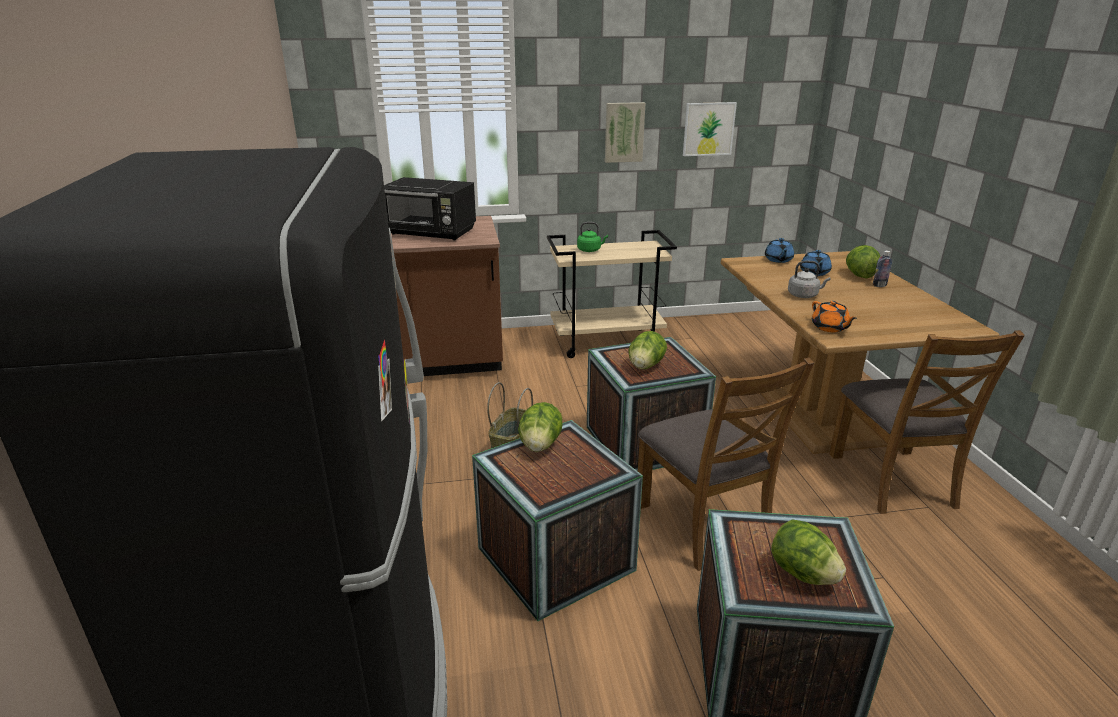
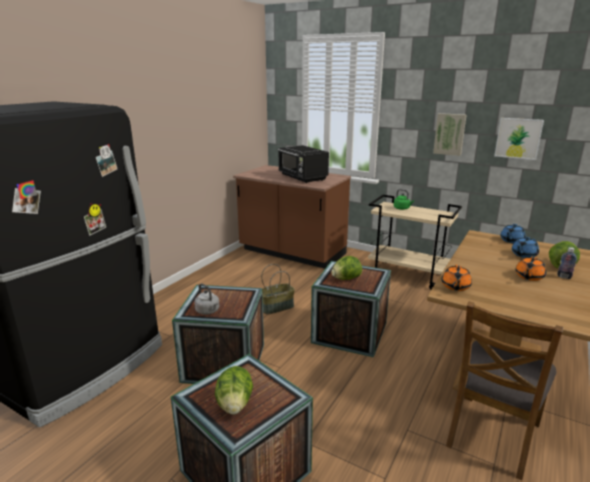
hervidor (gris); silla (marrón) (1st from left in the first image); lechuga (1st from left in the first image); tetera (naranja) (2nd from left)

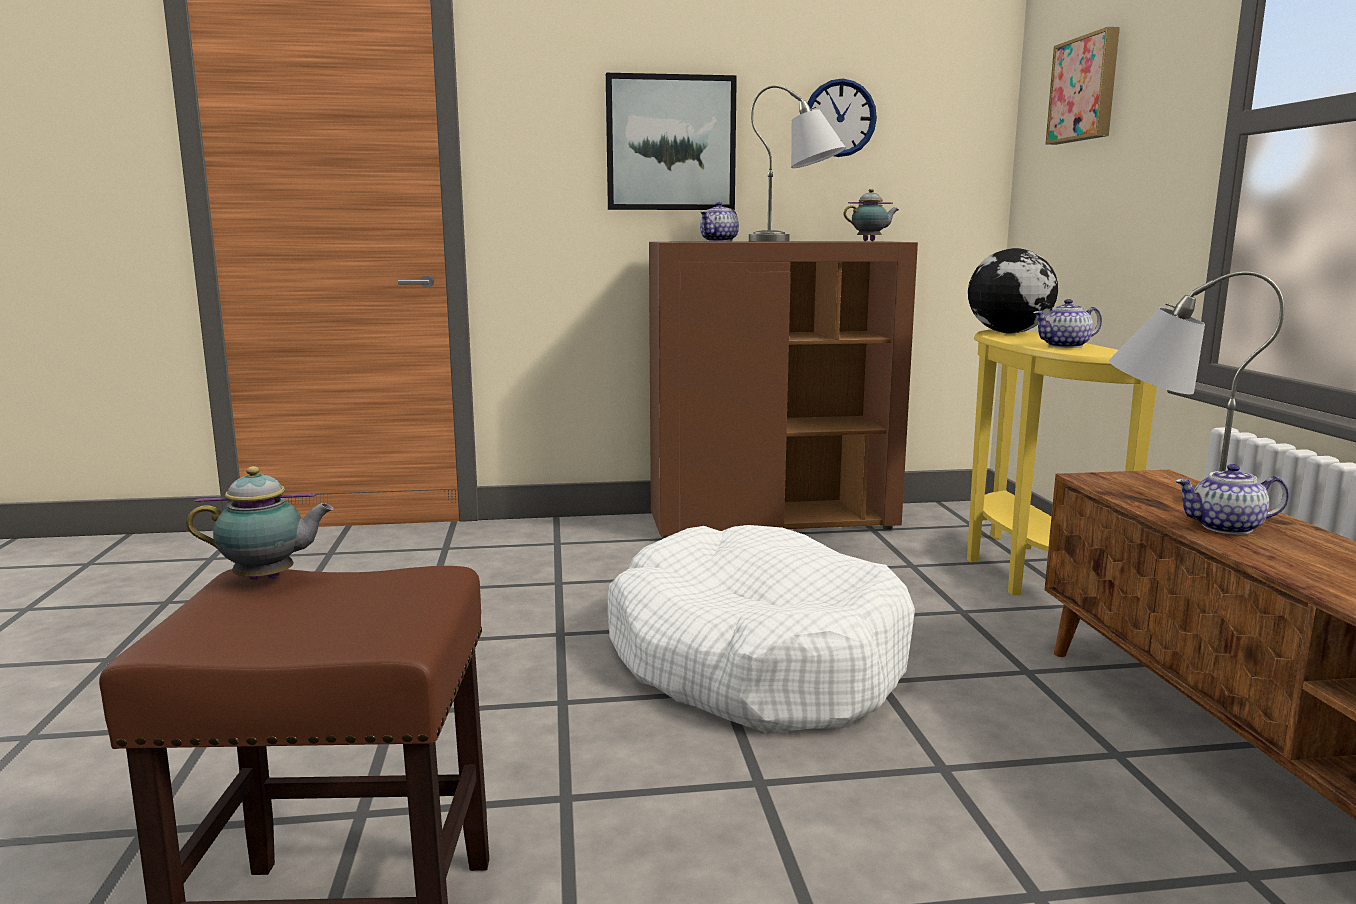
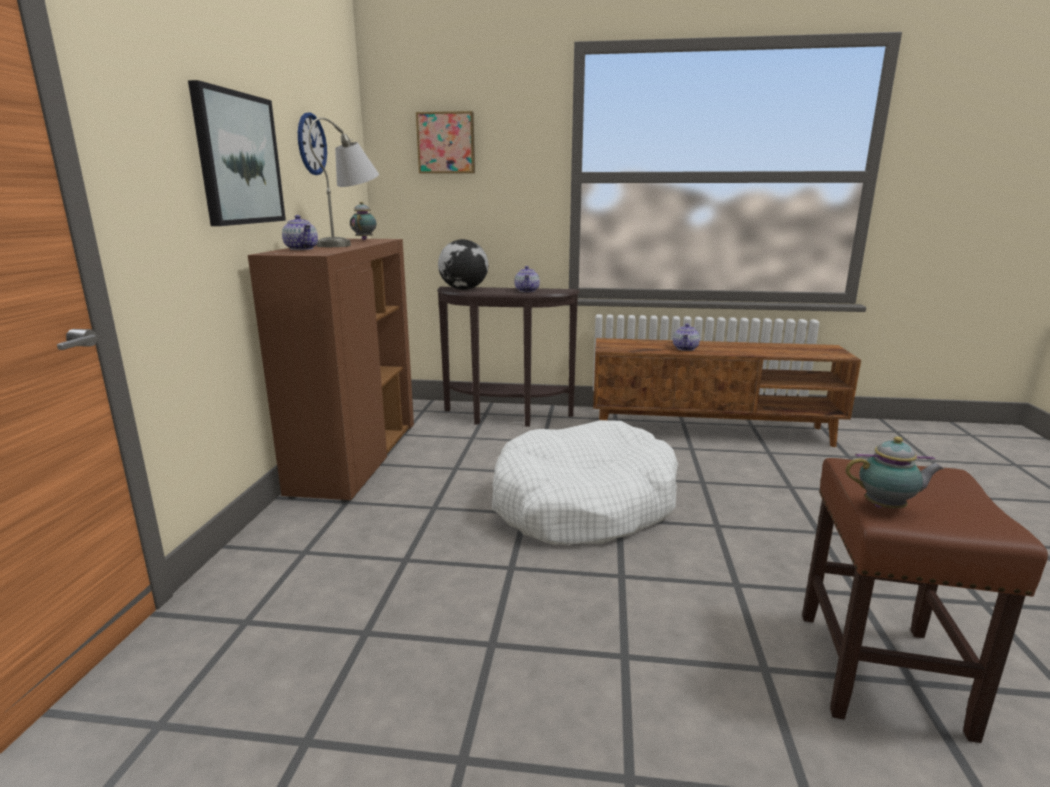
lámpara de mesa (gris) (2nd from left in the first image); mesa consola (marrón); tetera (5th from left)

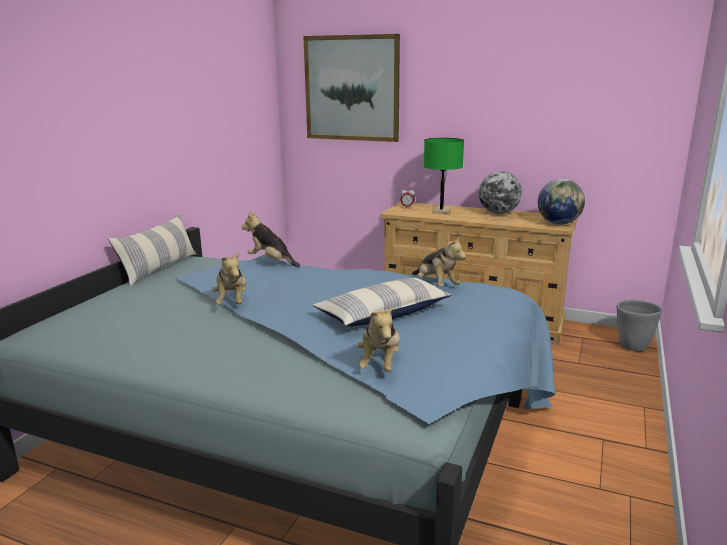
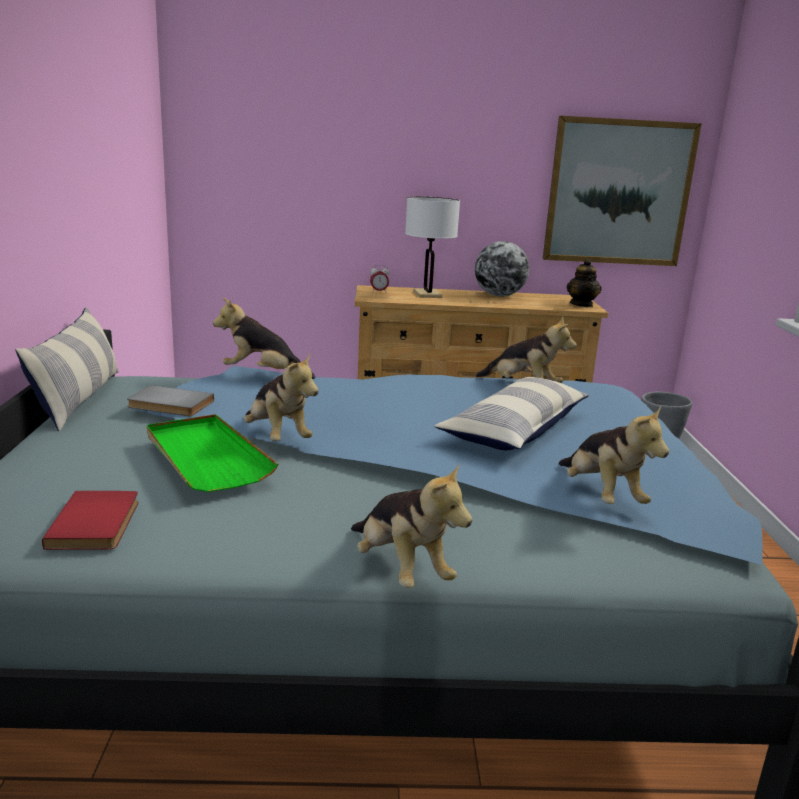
cuadro; lámpara de mesa (blanco); tetera; libro (gris); bandeja (verde); peluche (3rd from left); libro (rojo)

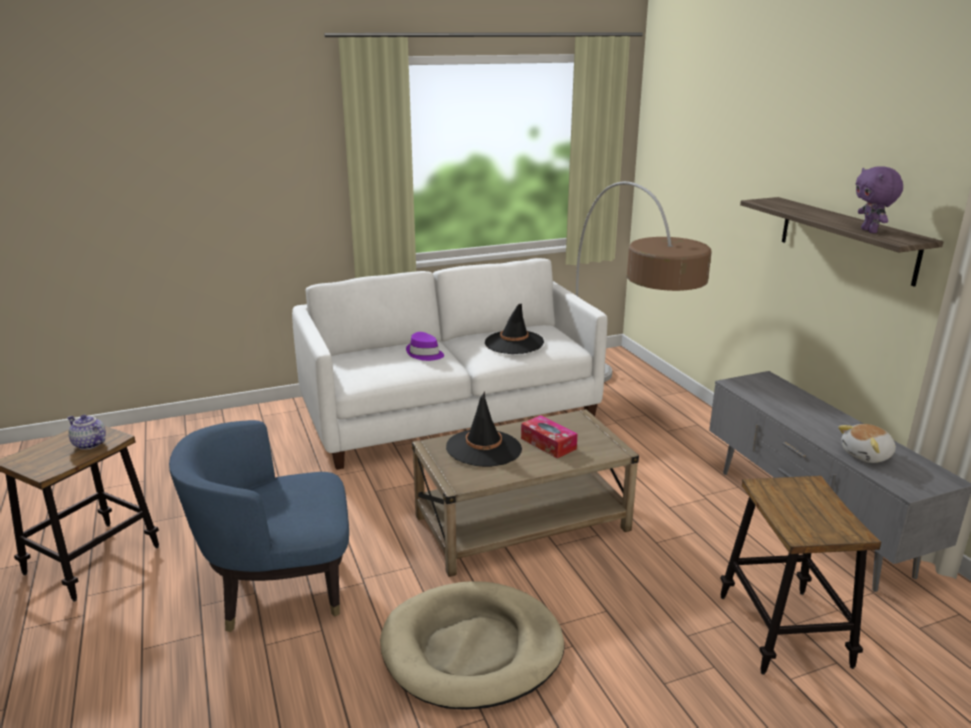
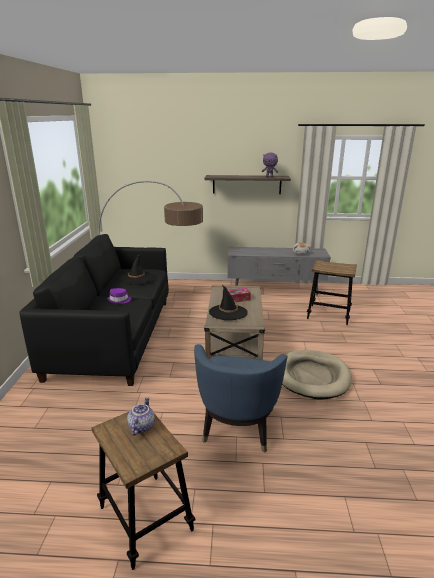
sofá (negro); tetera

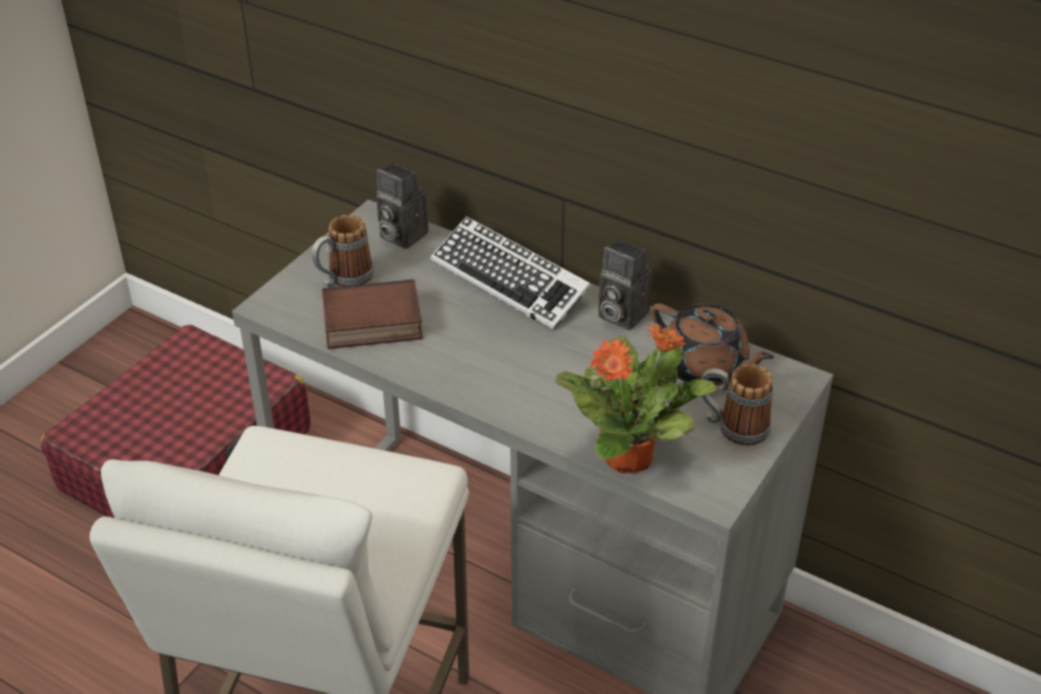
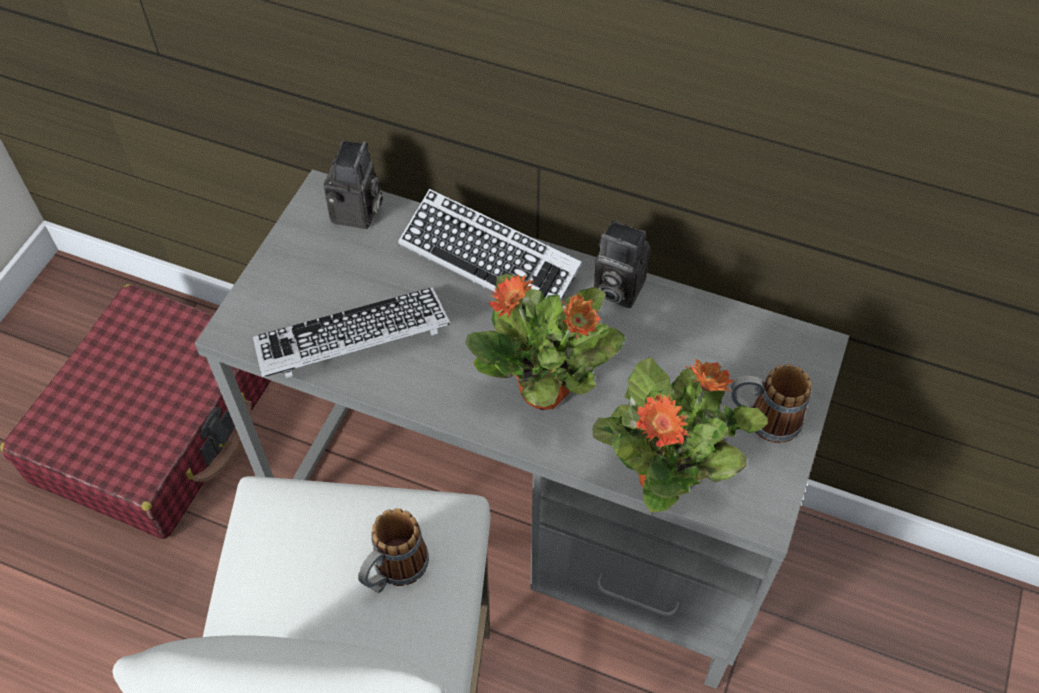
cámara (1st from left); taza grande (1st from left); teclado (1st from left); tetera (marrón); planta en maceta (1st from left)

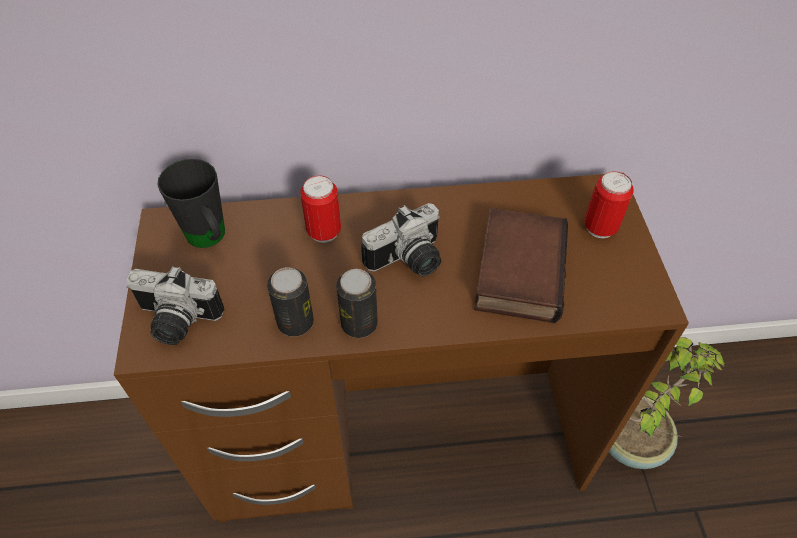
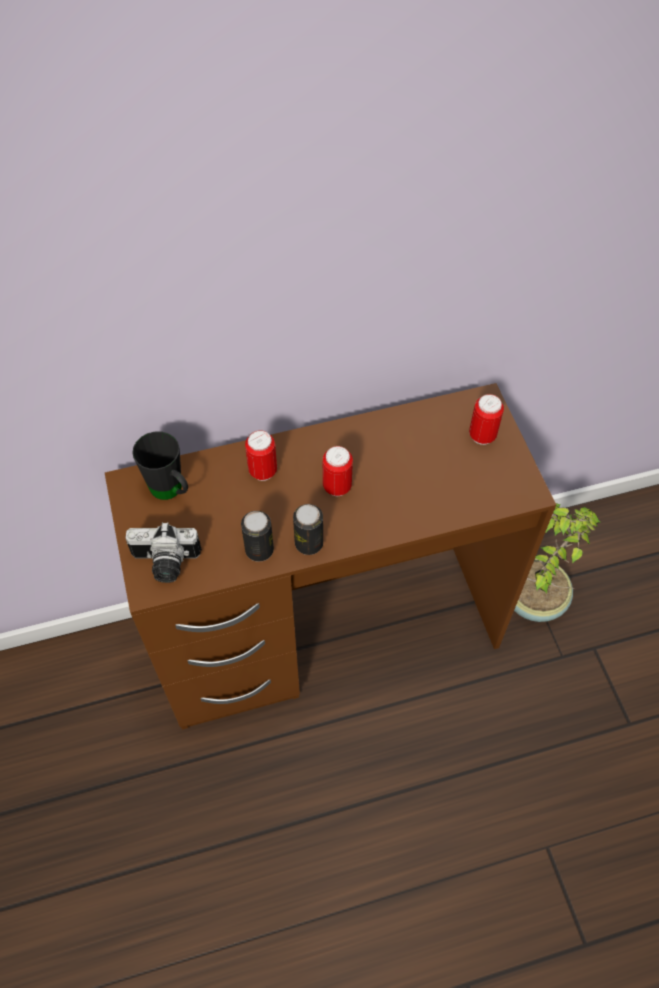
lata (4th from left); libro

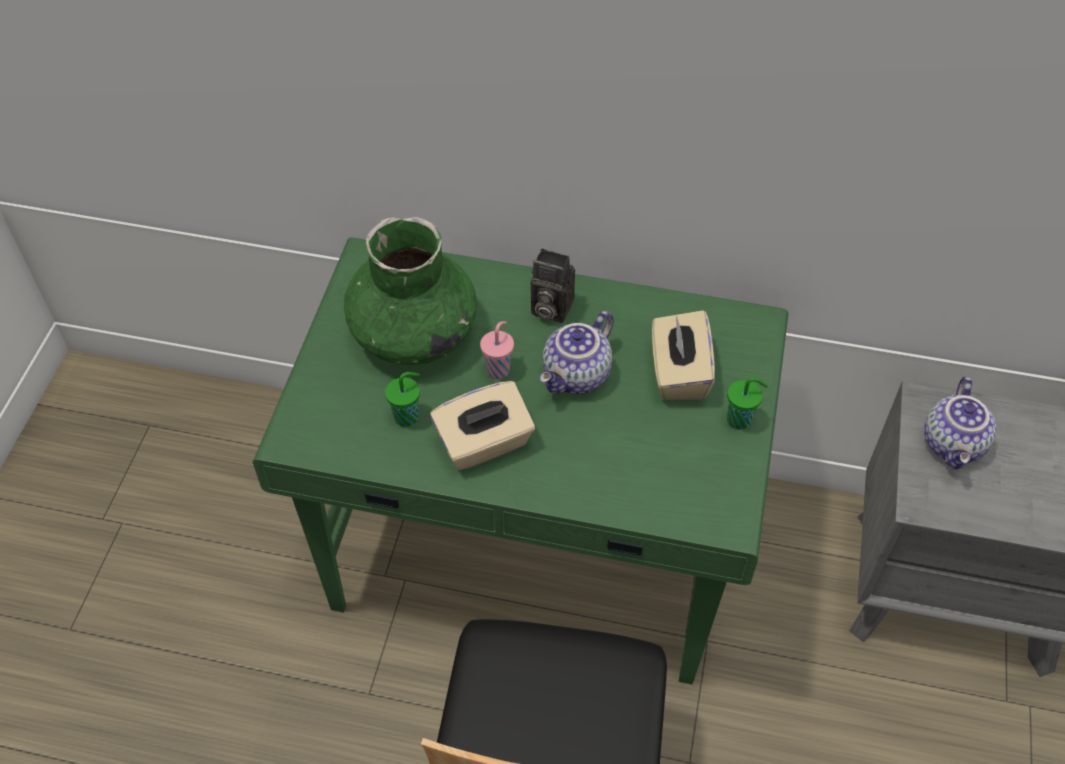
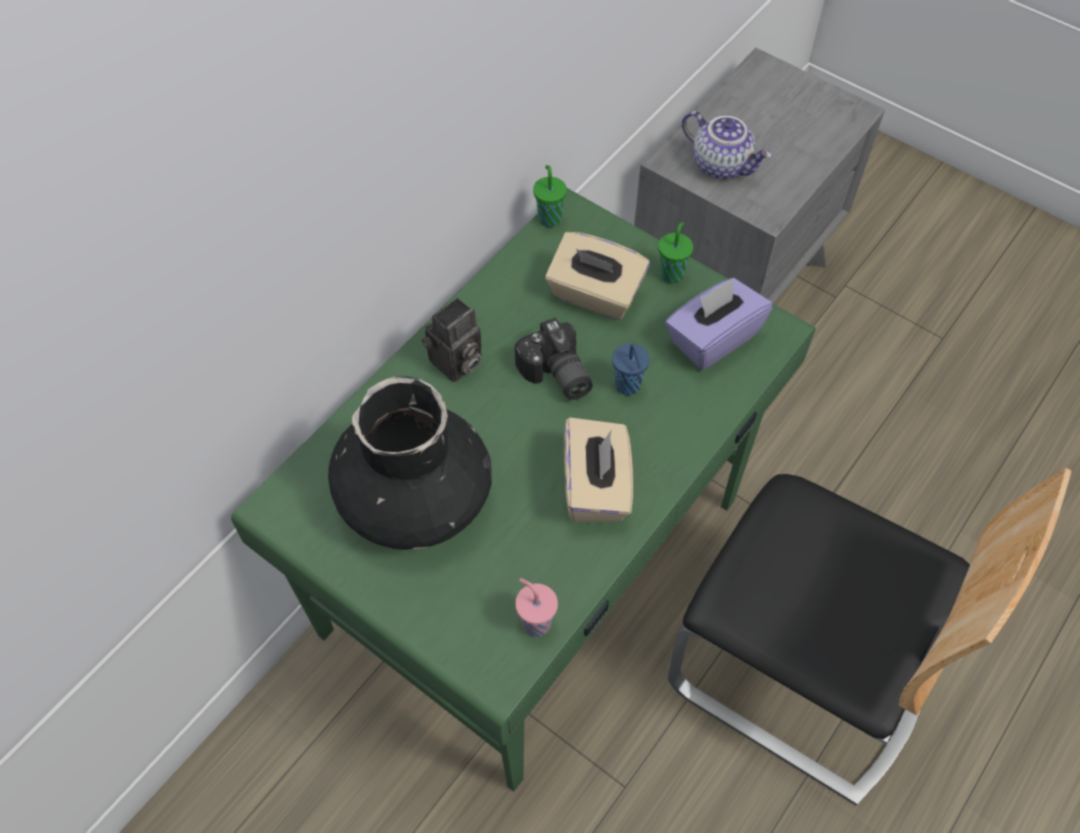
florero (negro); cámara (2nd from left); taza (rosa); taza (verde) (1st from left); caja de pañuelos (morado); taza (azul)

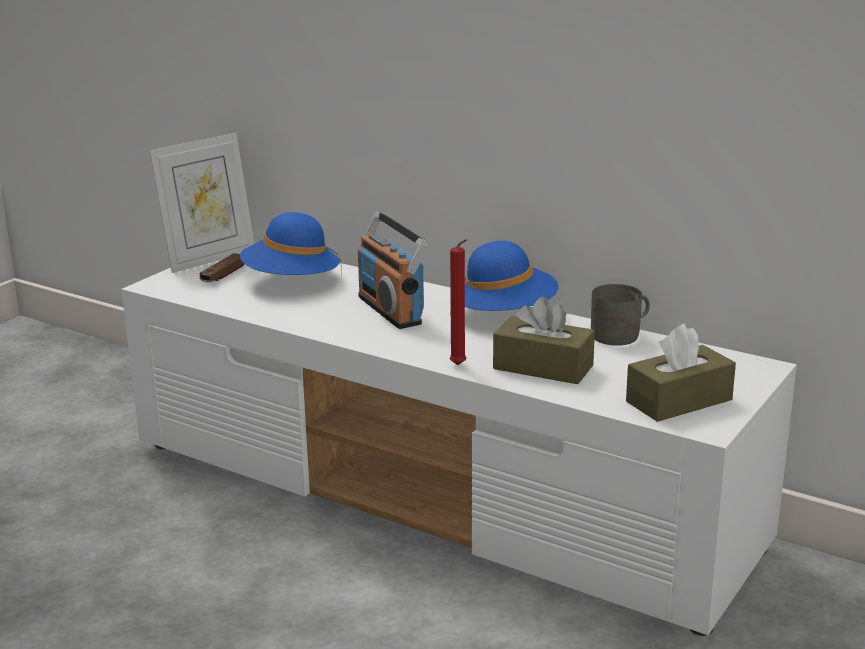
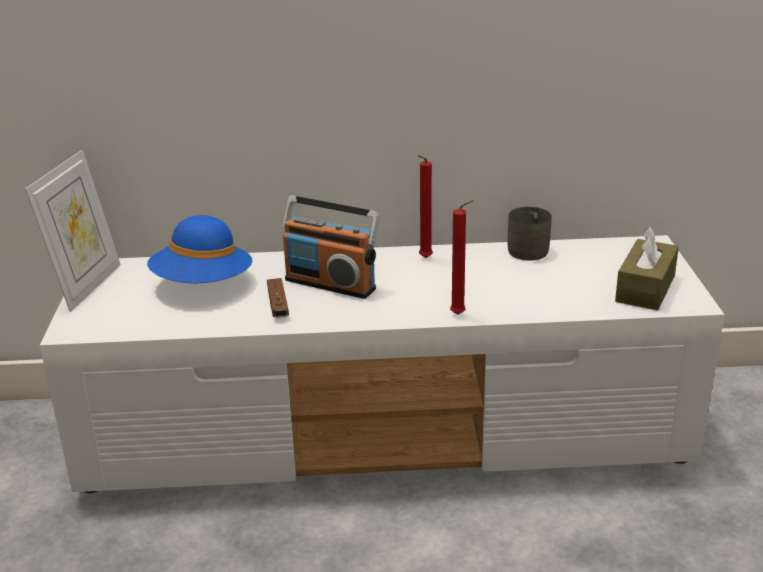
vela (rojo) (1st from left); mando de consola (marrón); caja de pañuelos (marrón) (1st from left in the first image)

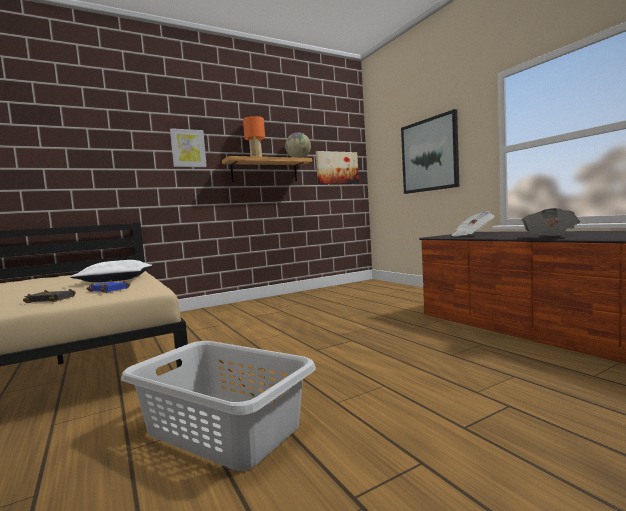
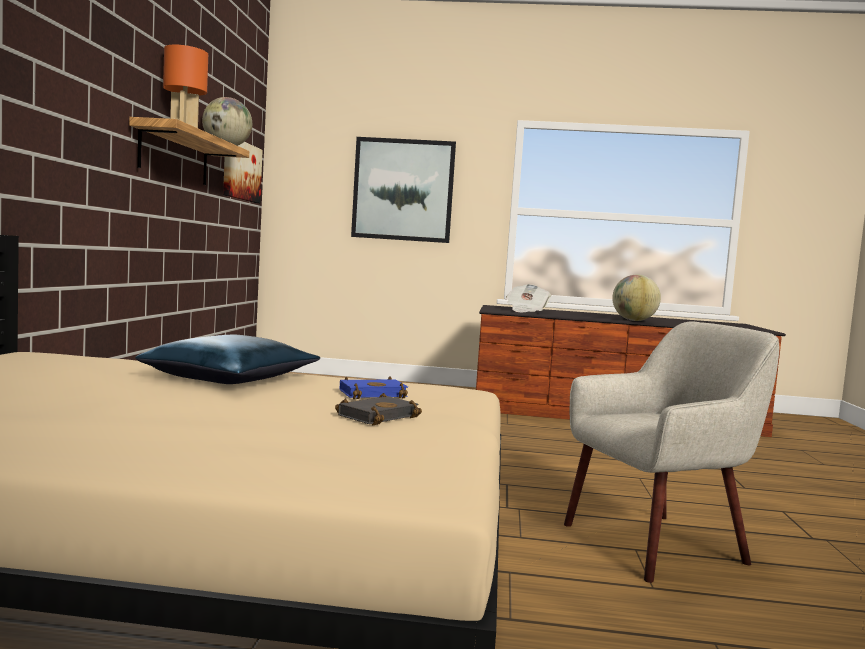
cuadro (1st from left in the first image); globo terráqueo (2nd from left); cojín (azul); sillón (beis)

